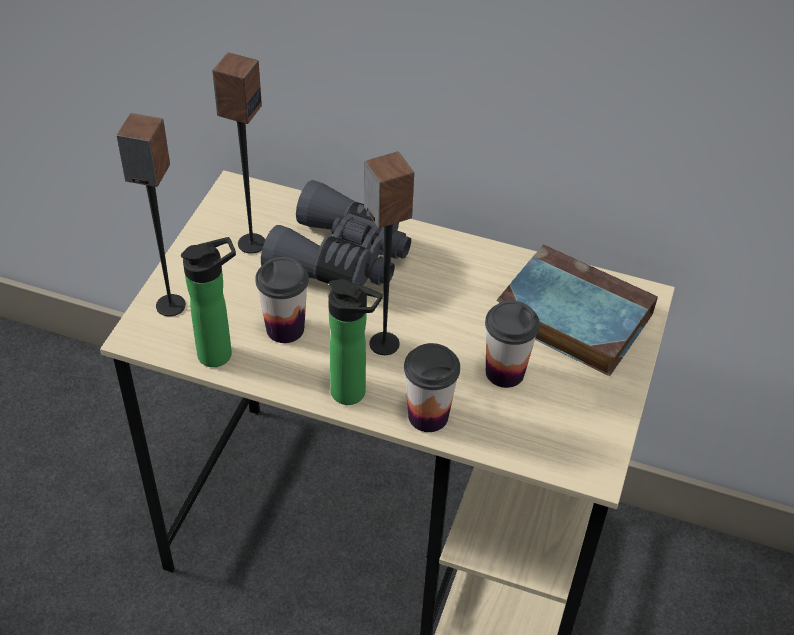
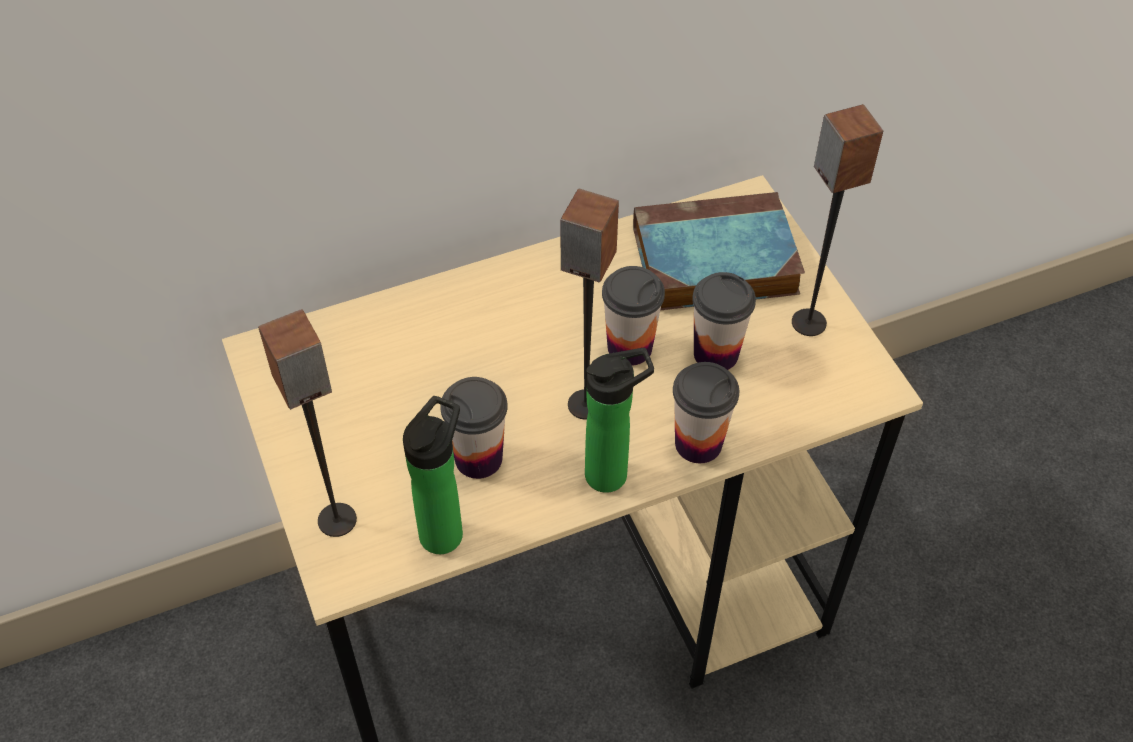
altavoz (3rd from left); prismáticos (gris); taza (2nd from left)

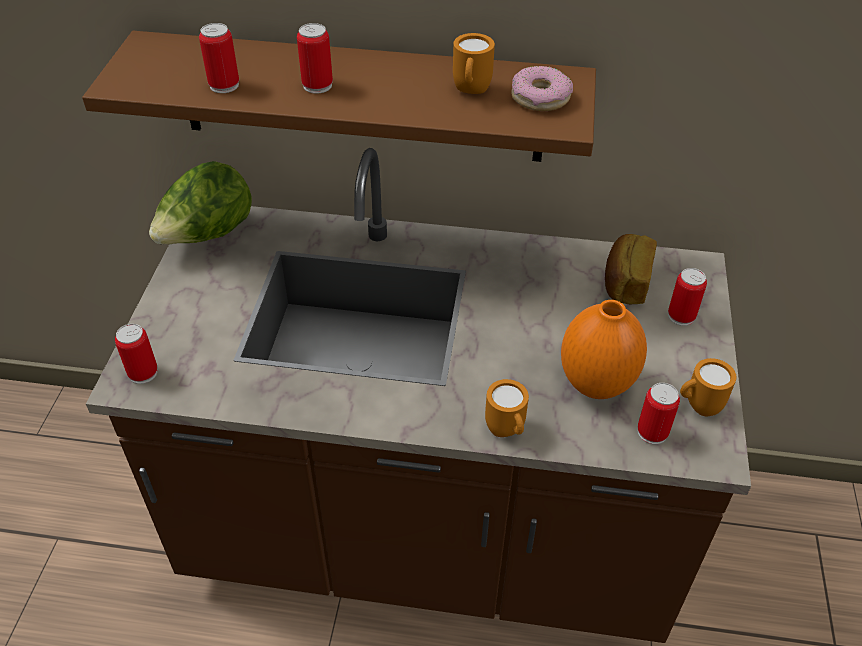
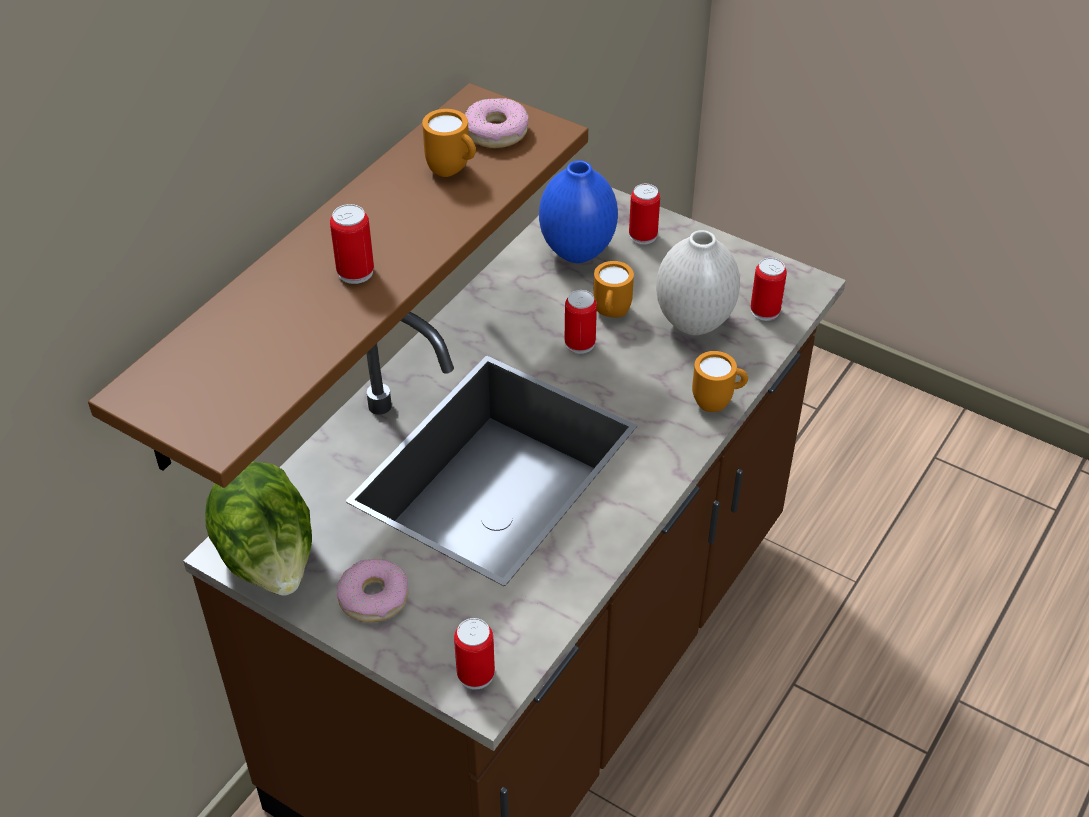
lata (3rd from left); florero (azul); florero (blanco); taza grande (naranja) (2nd from left); rosquilla (1st from left)

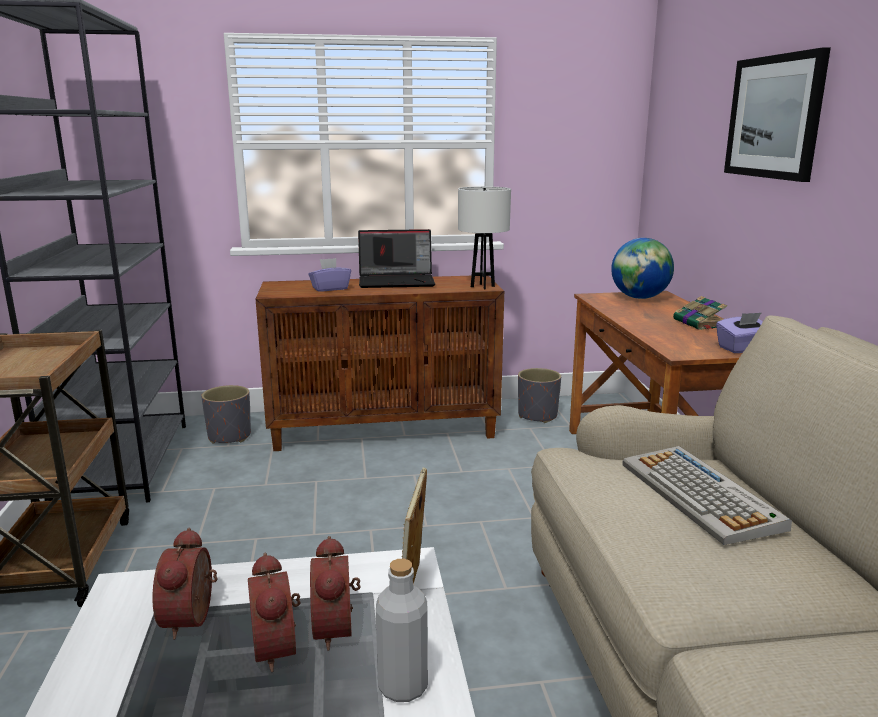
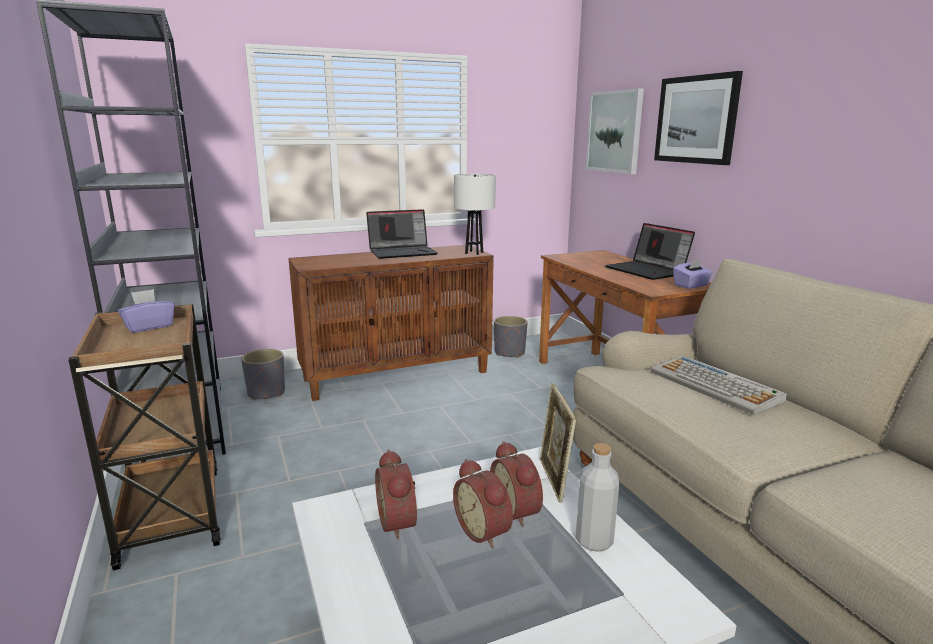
globo terráqueo; caja de pañuelos (morado) (1st from left); portátil (2nd from left); cuadro (1st from left)

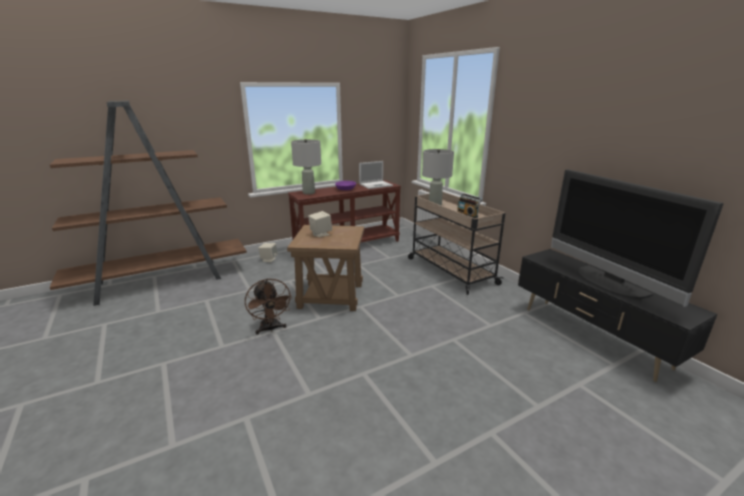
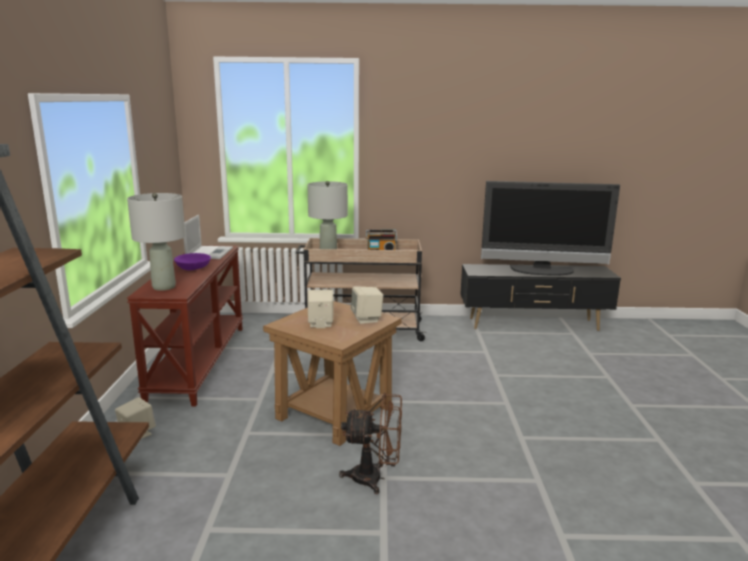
altavoz (beis) (3rd from left)

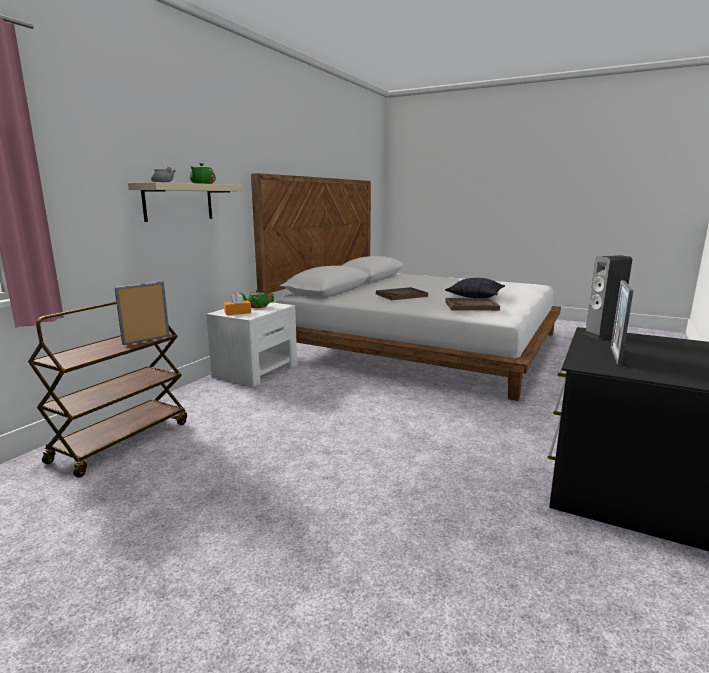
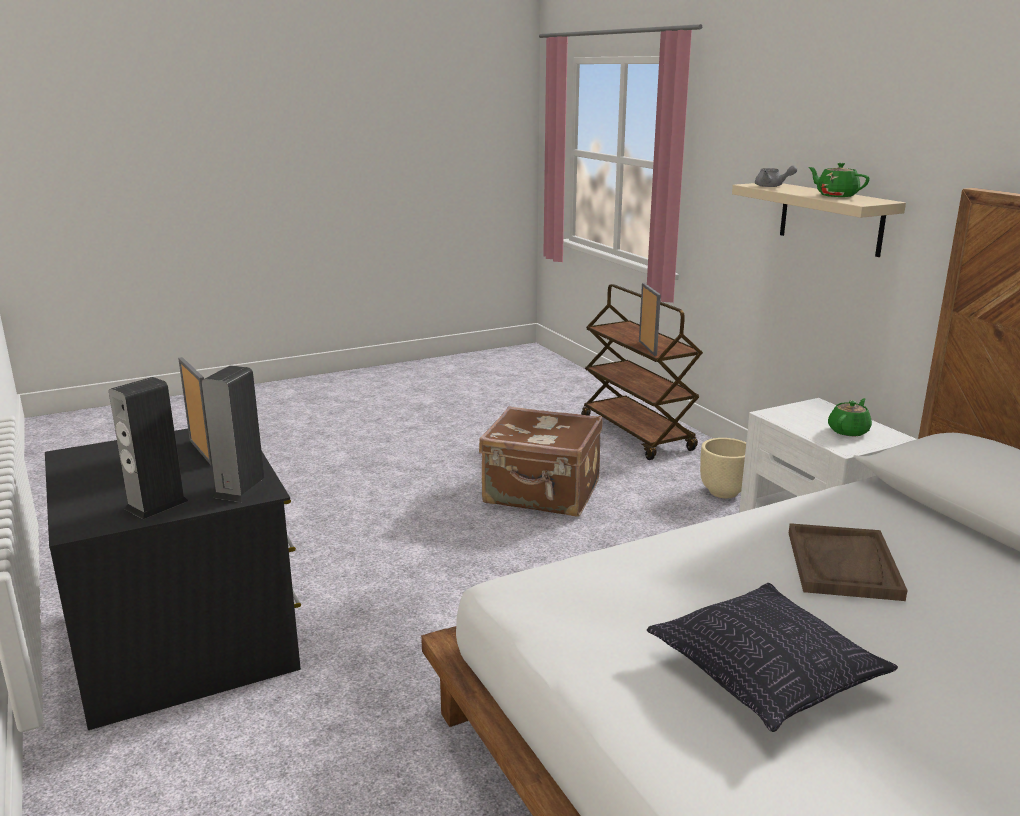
caja de pañuelos (naranja); bandeja (marrón) (2nd from left in the first image); altavoz (1st from left); maleta (marrón); maceta (beis)

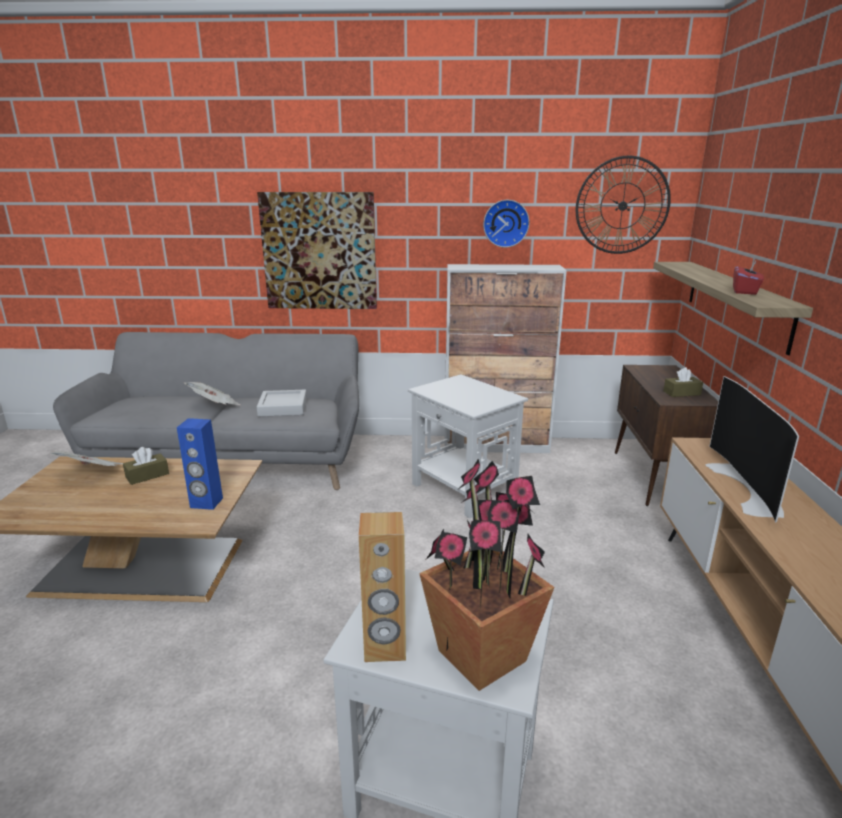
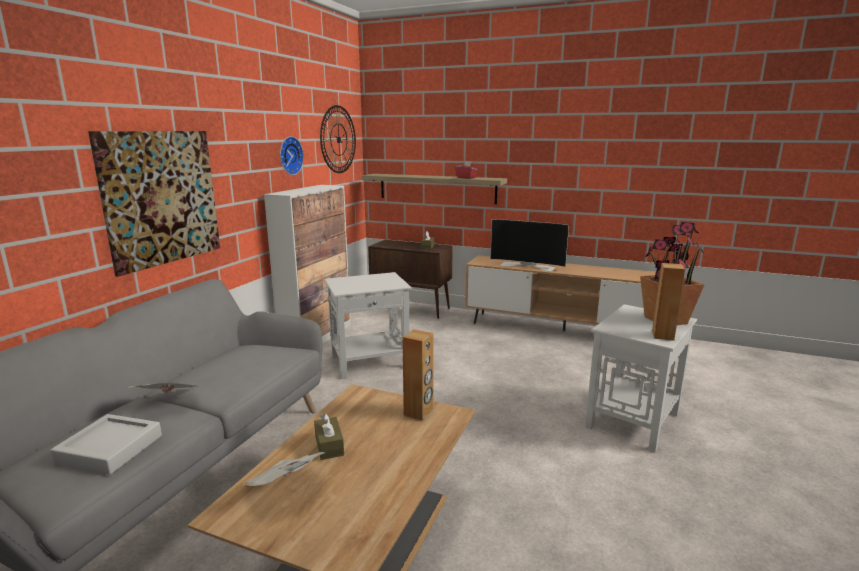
bandeja (gris); altavoz (marrón) (1st from left)

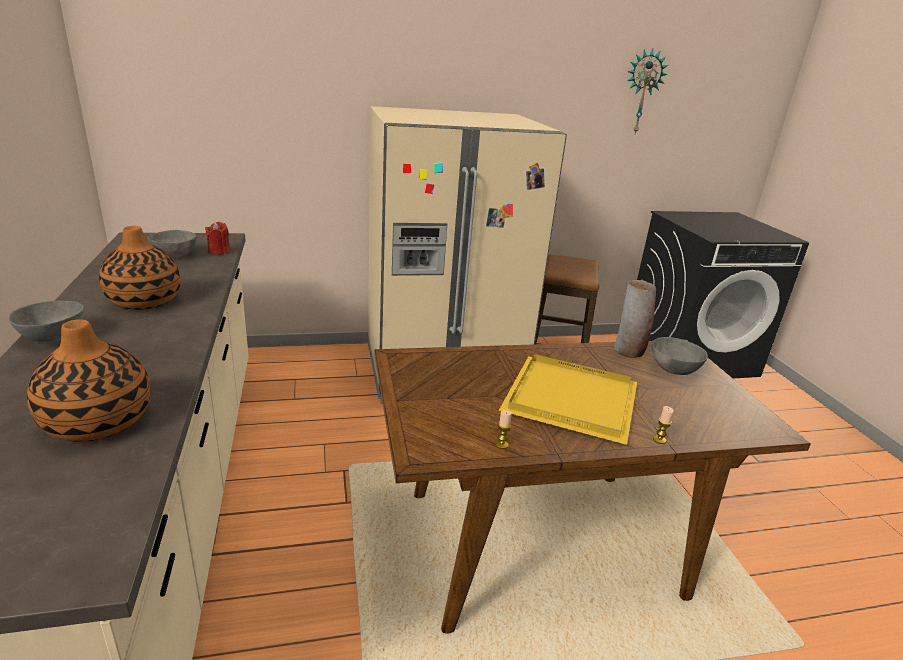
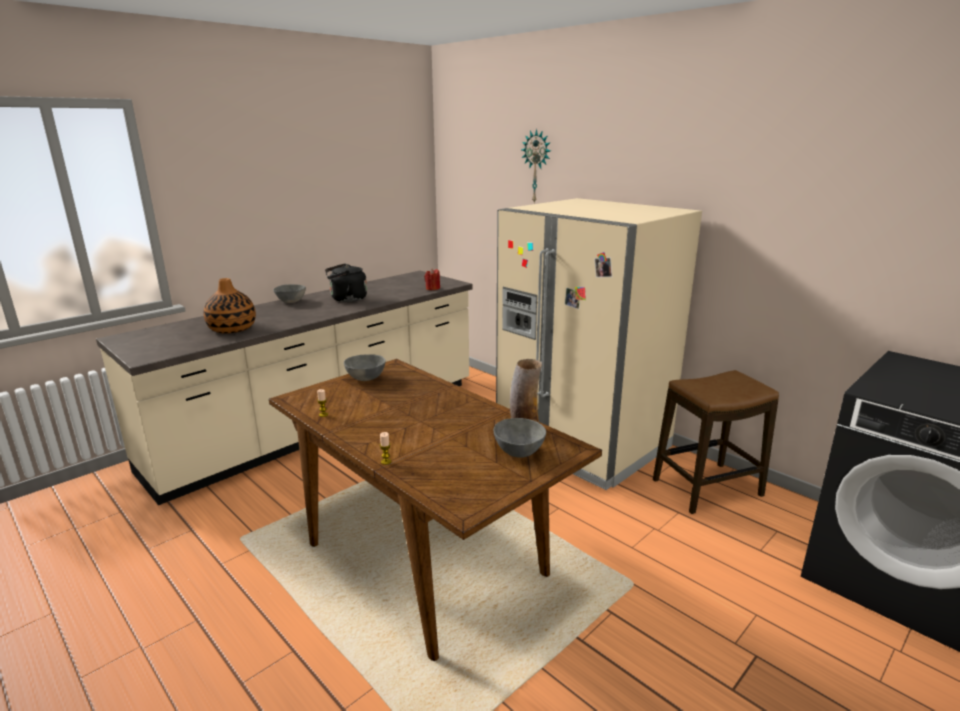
reloj de pared; hervidor (negro); cuenco (gris) (2nd from left); bandeja (amarillo)

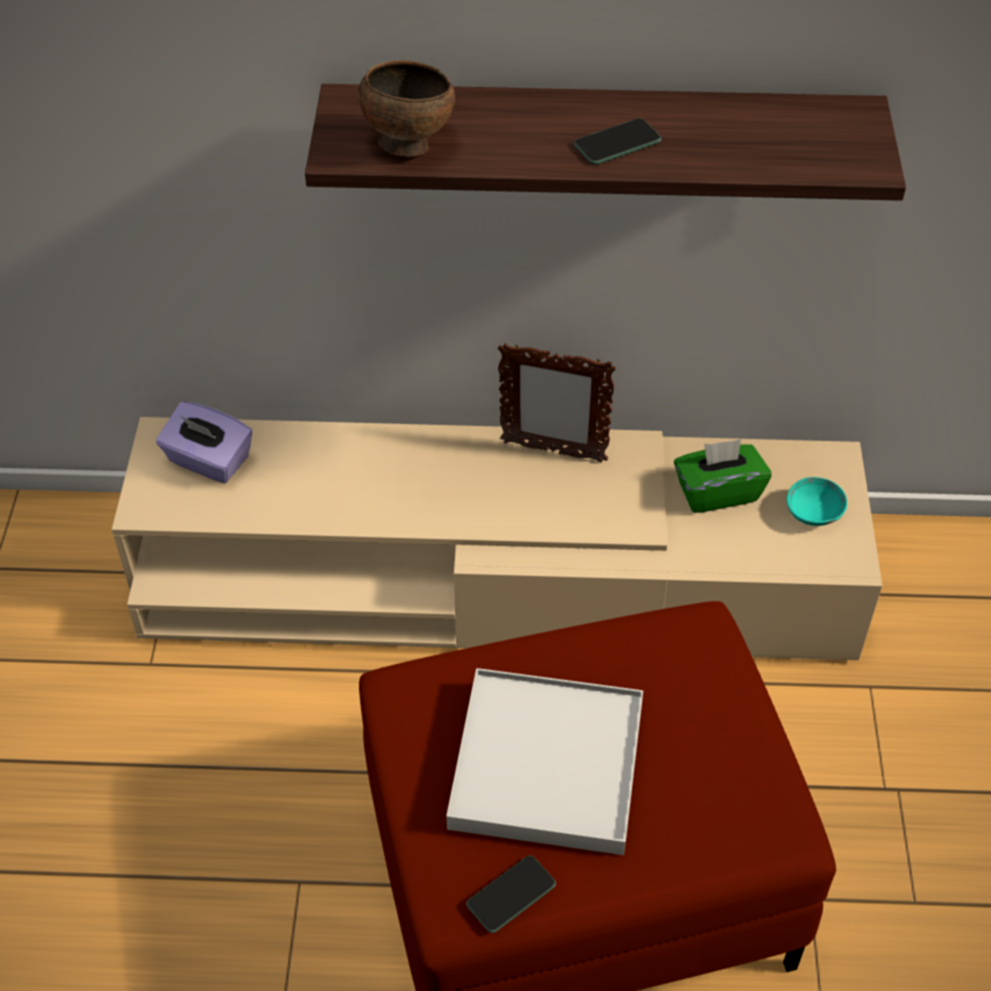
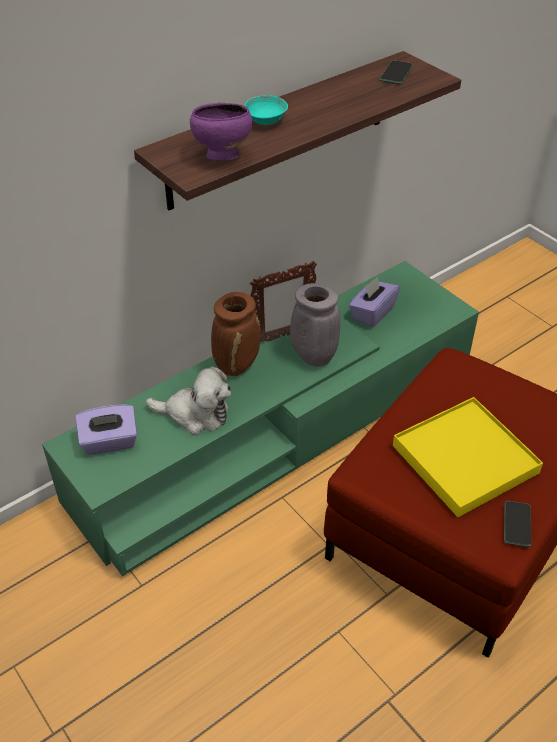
cuenco (morado); móvil (1st from left); mueble de televisión (verde); caja de pañuelos (morado) (2nd from left); cuenco (turquesa); bandeja (amarillo); florero (gris); florero (marrón); peluche

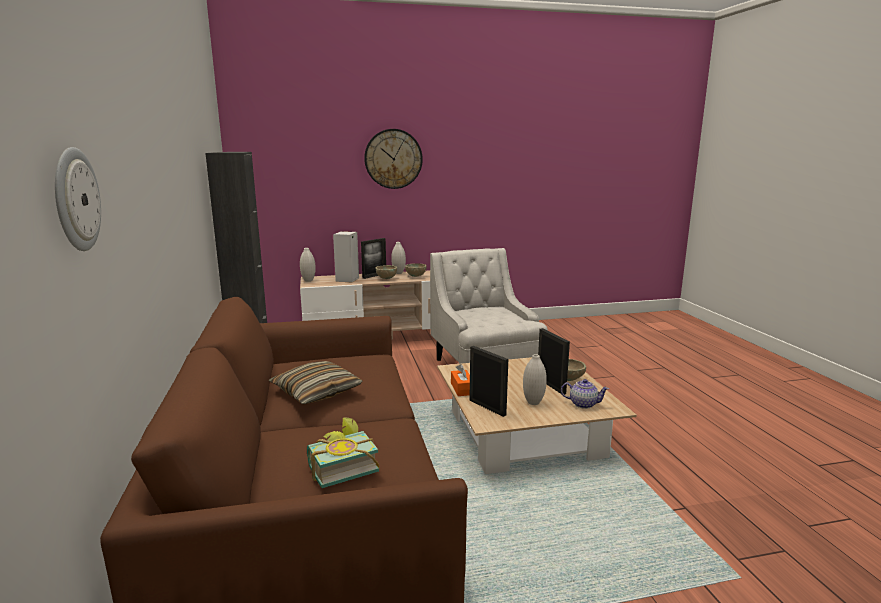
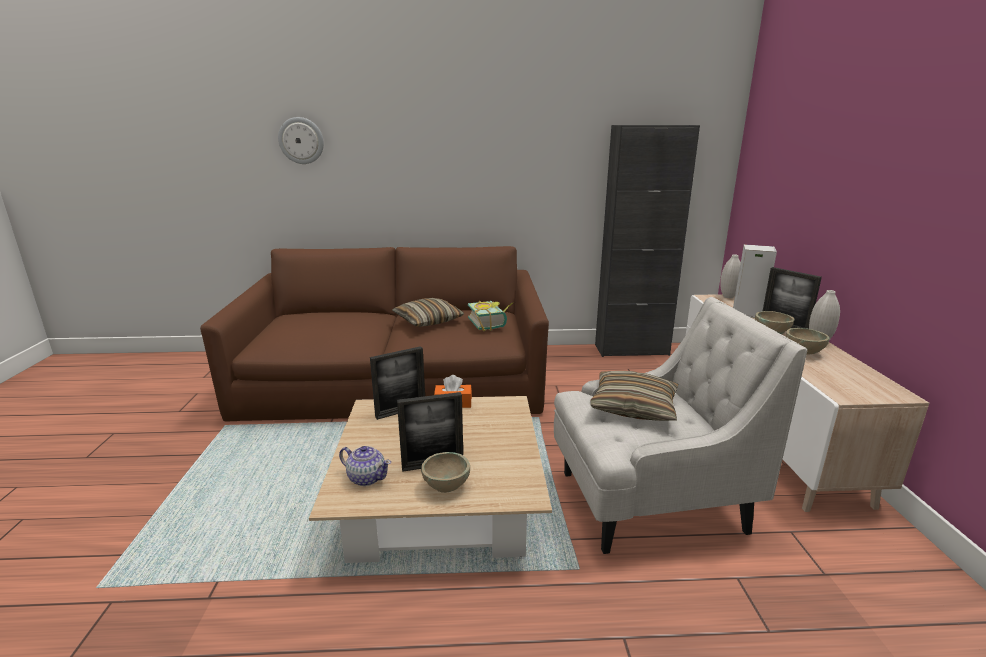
reloj de pared (2nd from left in the first image); florero (blanco) (3rd from left in the first image); tetera; libro; cojín (2nd from left)

